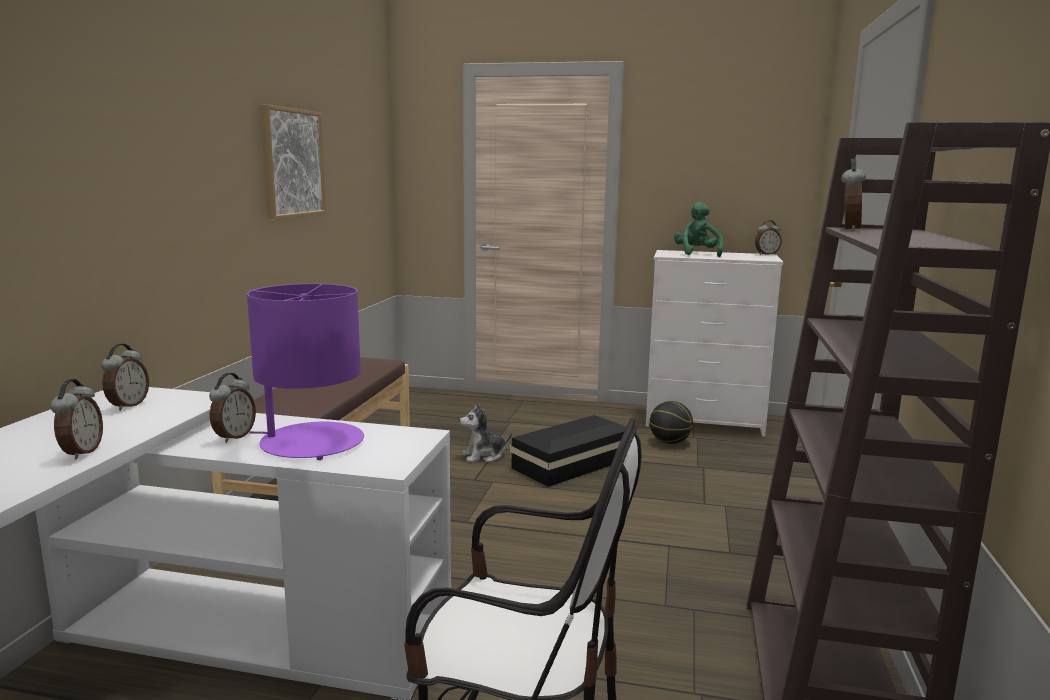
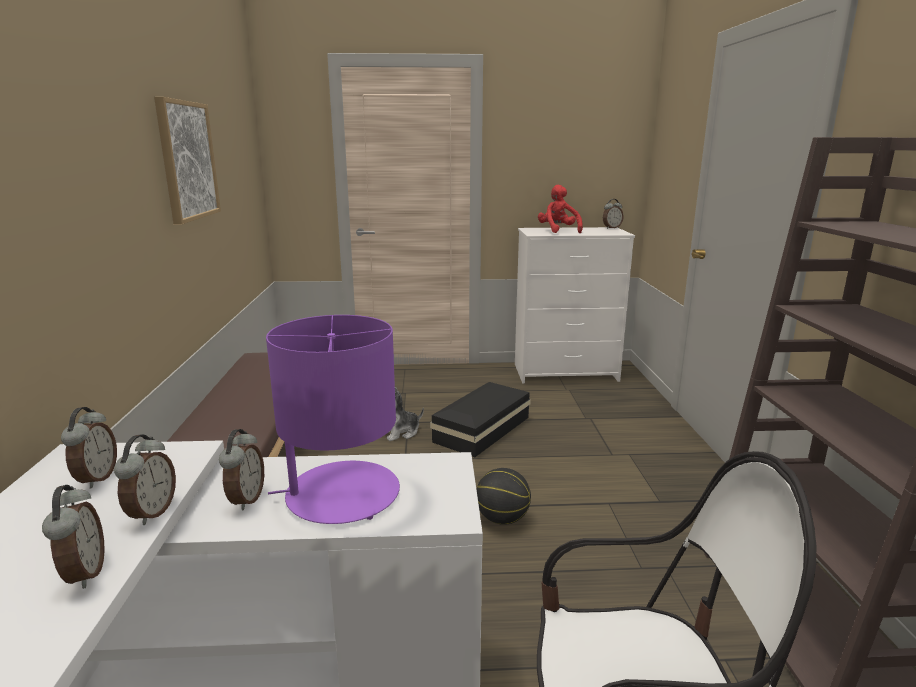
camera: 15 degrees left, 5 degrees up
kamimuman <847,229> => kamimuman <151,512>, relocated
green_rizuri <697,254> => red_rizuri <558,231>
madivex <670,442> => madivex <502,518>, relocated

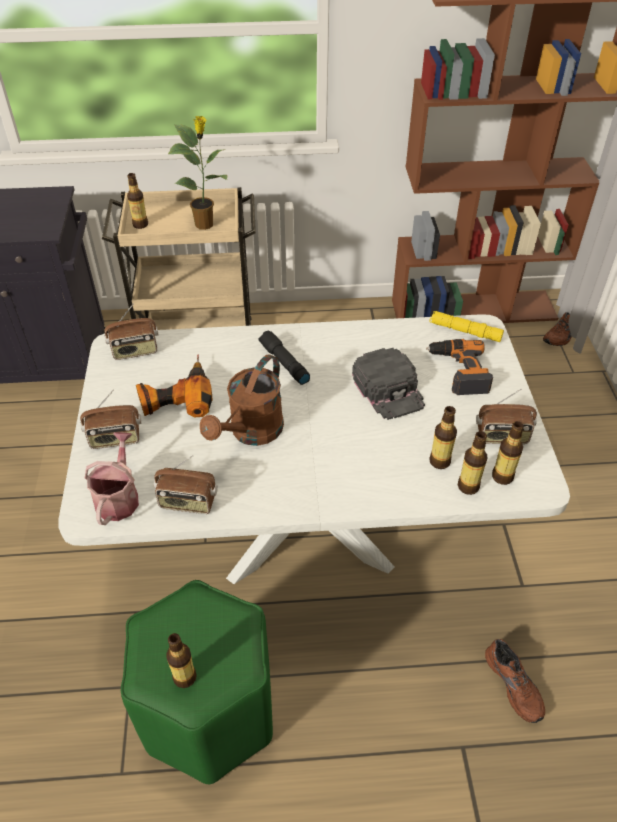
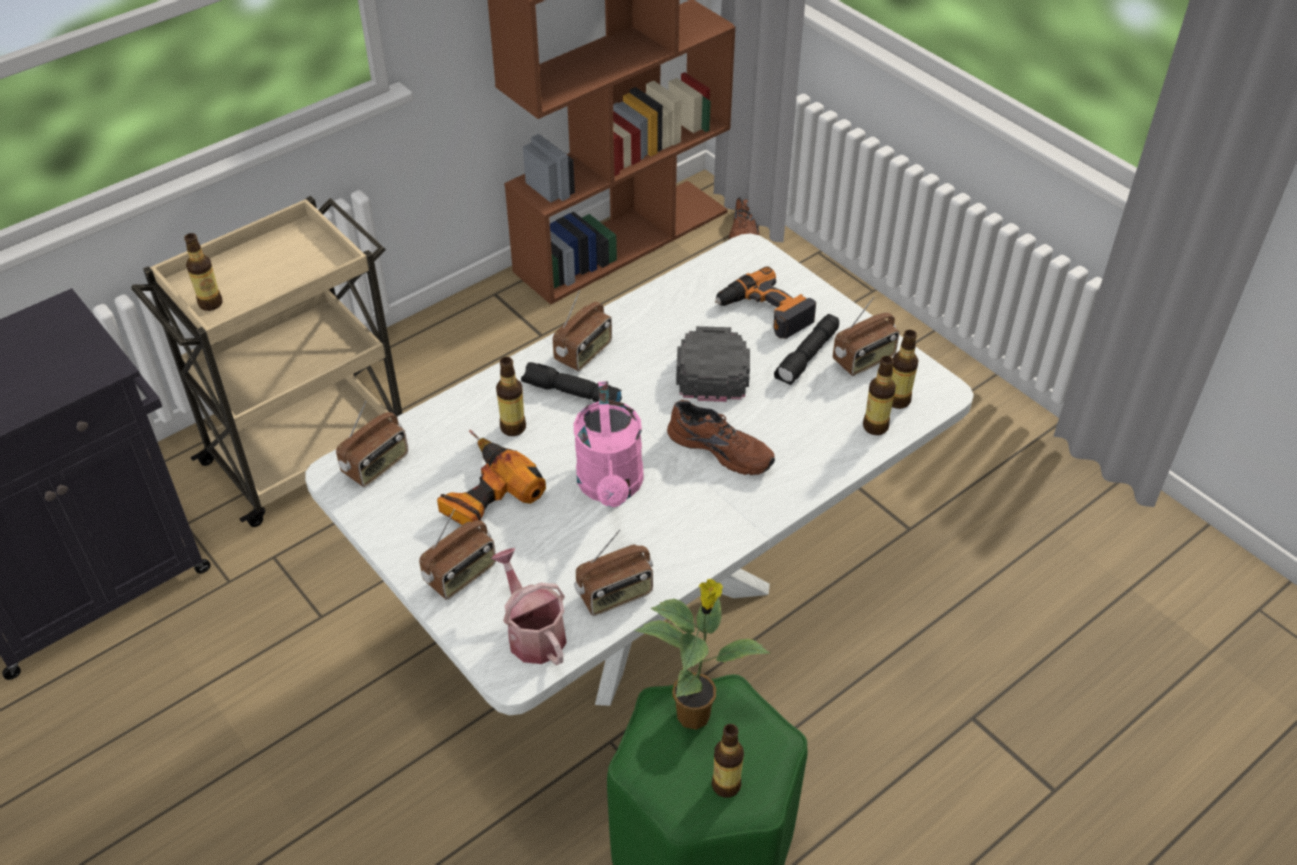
camera: 35 degrees left, 0 degrees up
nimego <205,224> => nimego <695,713>, relocated
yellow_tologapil <465,331> => nothing
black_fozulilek <389,389> => black_fozulilek <711,366>, 120 degrees counterclockwise
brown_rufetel <251,433> => pink_rufetel <611,487>
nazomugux <439,461> => nazomugux <513,427>, relocated
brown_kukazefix <515,684> => brown_kukazefix <722,448>, relocated
nothing => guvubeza <584,353>
nothing => black_tologapil <807,357>

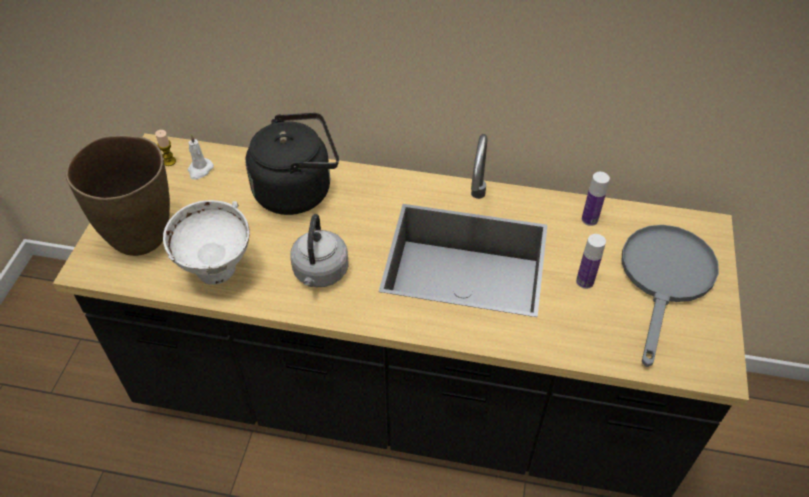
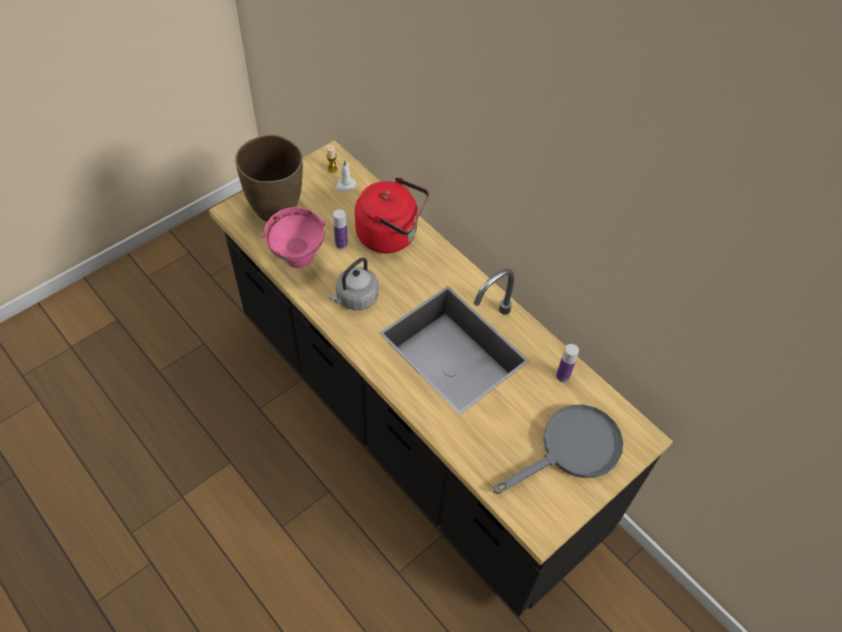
camera: 35 degrees right, 5 degrees up
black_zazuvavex <298,190> => red_zazuvavex <391,235>
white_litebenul <219,272> => pink_litebenul <299,260>
nazomugux <584,281> => nazomugux <341,244>, relocated

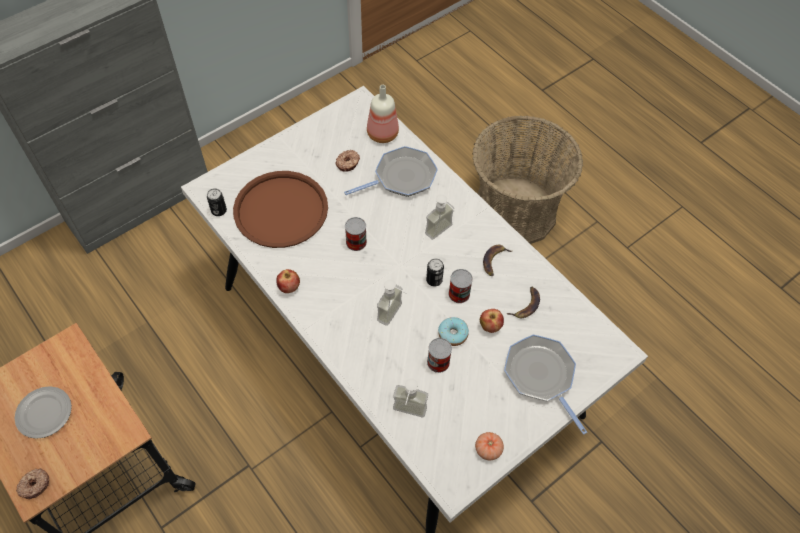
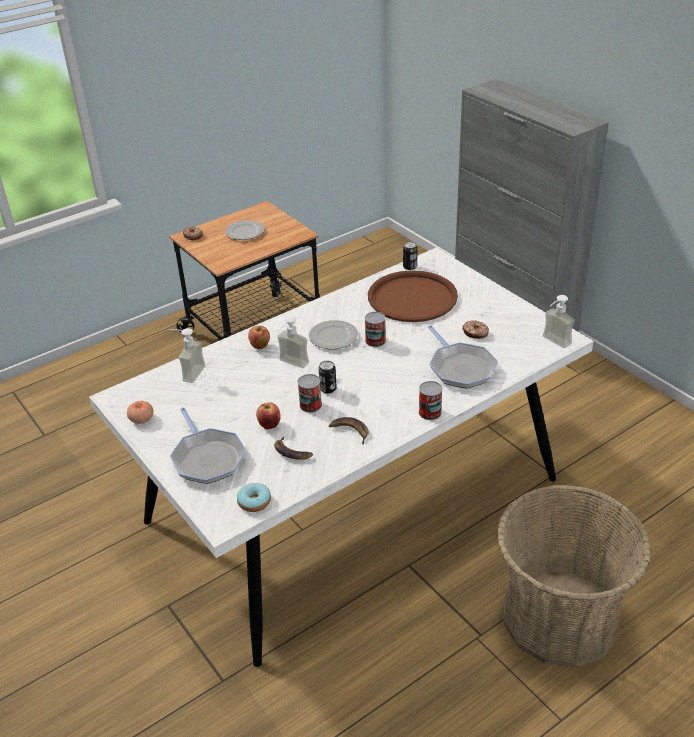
camera: 95 degrees right, 20 degrees down
nazomugux <383,135> => nothing
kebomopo <442,233> => kebomopo <552,343>, relocated
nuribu <289,287> => nuribu <260,346>, relocated
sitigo <453,334> => sitigo <254,502>, relocated
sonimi <541,376> => sonimi <207,458>, 90 degrees clockwise
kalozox <438,362> => kalozox <430,412>, relocated
nothing => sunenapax <333,337>

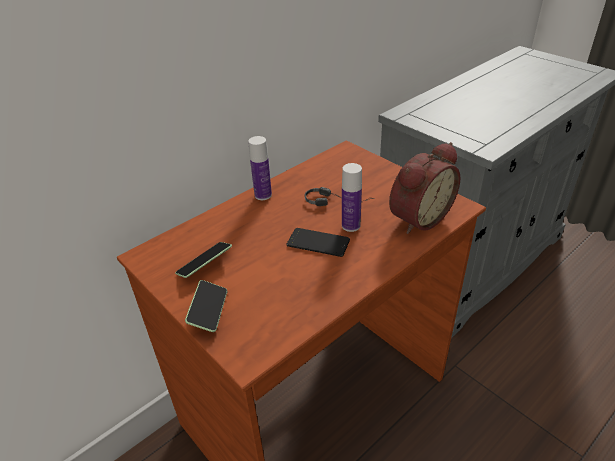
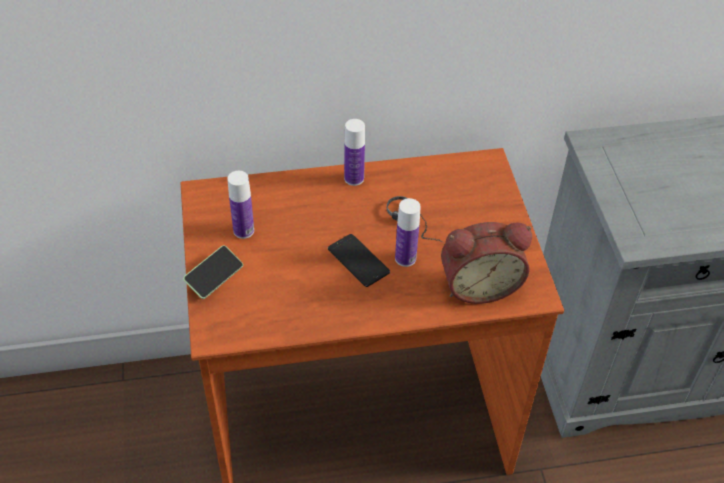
camera: 30 degrees right, 10 degrees up
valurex <205,265> => nazomugux <243,231>

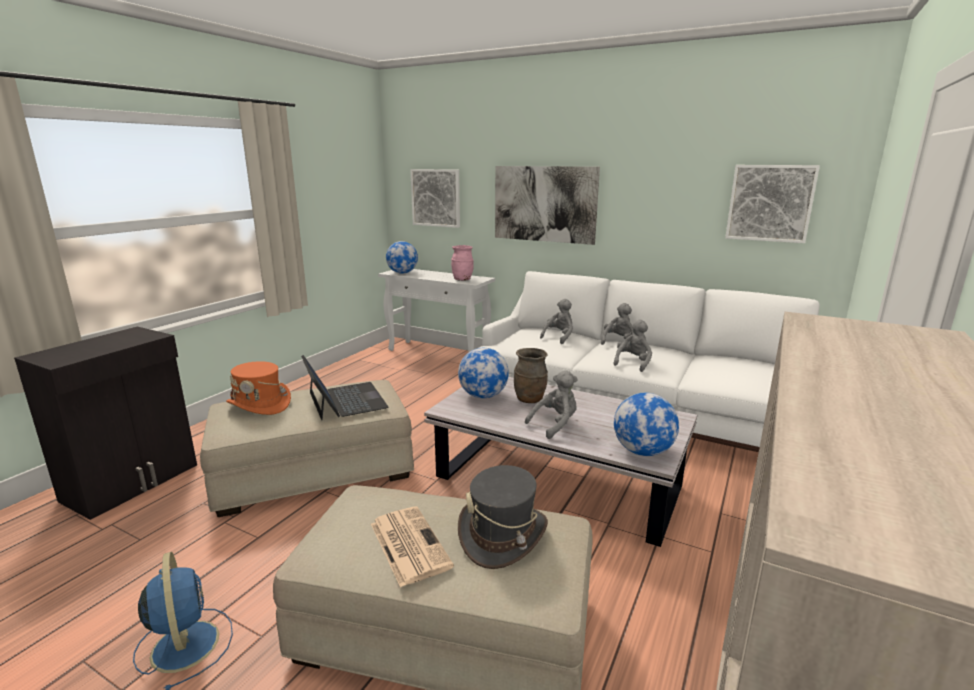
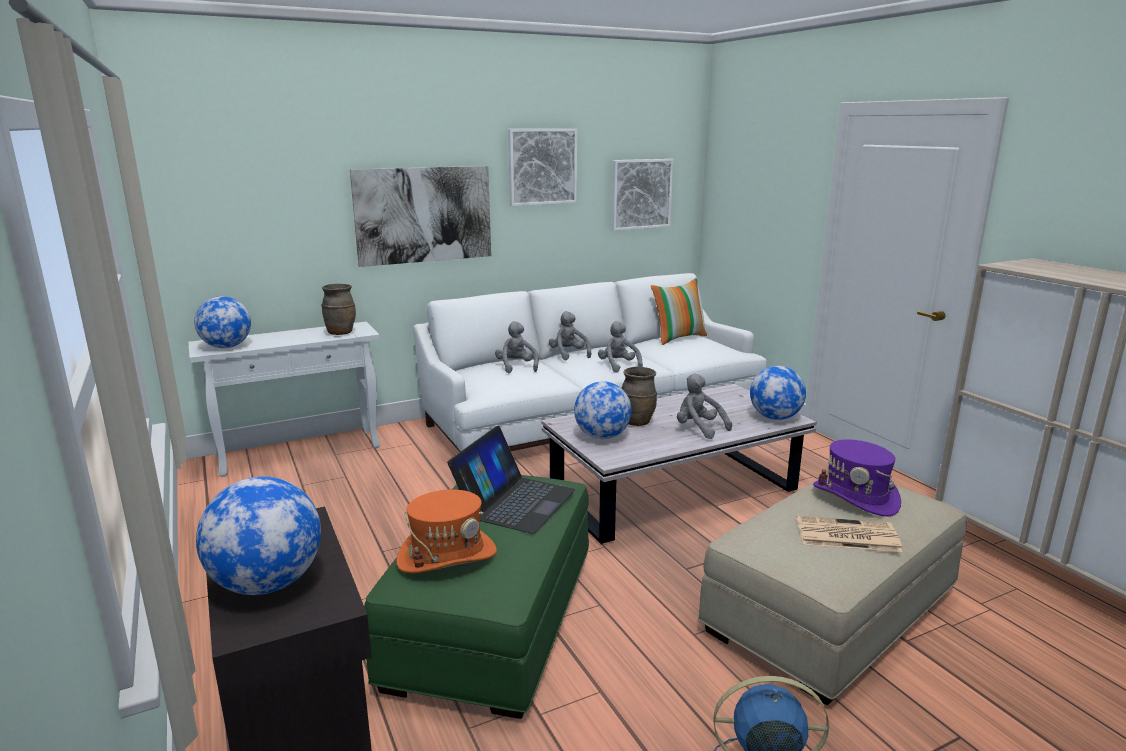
camera: 55 degrees left, 0 degrees up
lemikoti <436,198> => lemikoti <542,167>, relocated
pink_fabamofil <462,280> => brown_fabamofil <340,333>
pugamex <345,400> => pugamex <514,501>, 105 degrees clockwise
grey_rizuri <555,425> => grey_rizuri <699,429>, 45 degrees counterclockwise
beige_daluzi <314,471> => green_daluzi <493,617>
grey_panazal <503,535> => purple_panazal <855,497>
nothing => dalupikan <678,338>
nothing => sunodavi <267,584>

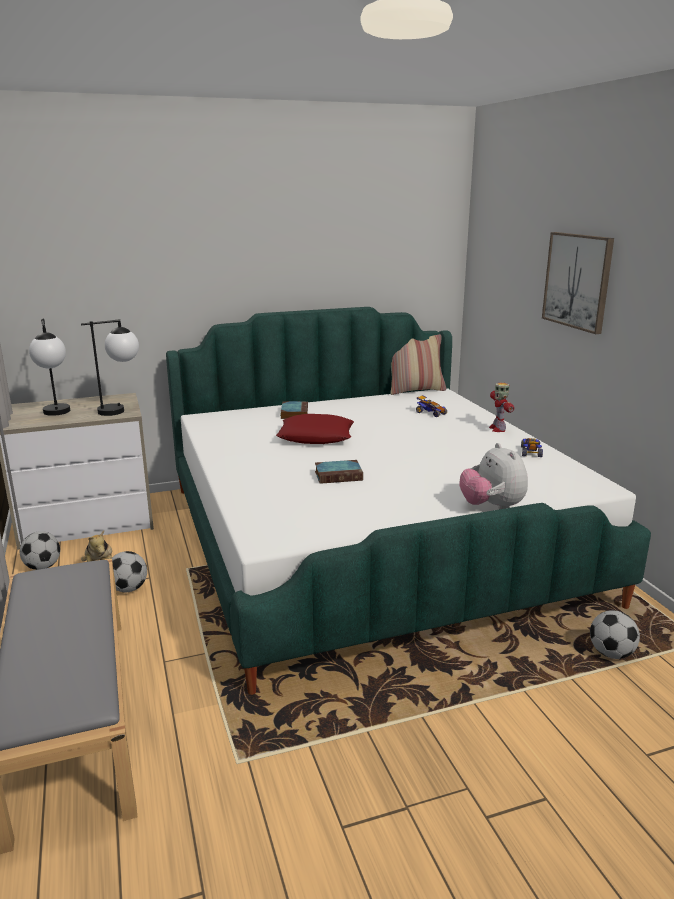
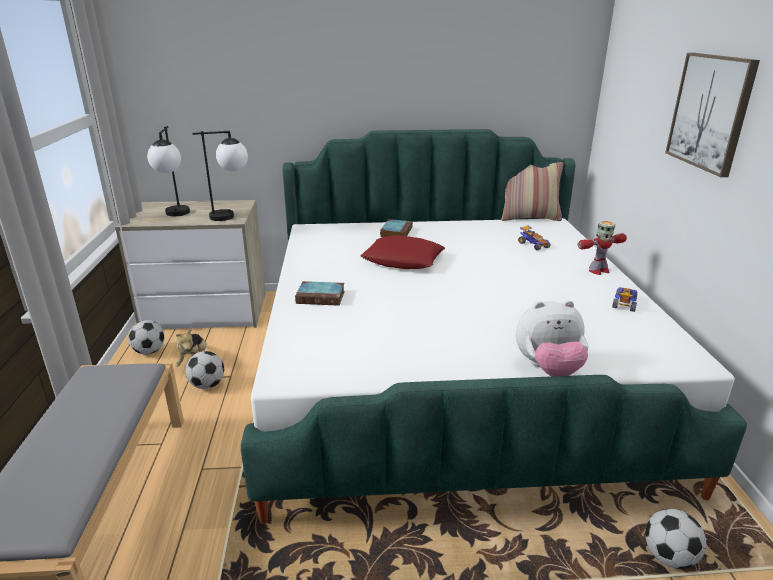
camera: 15 degrees right, 5 degrees up
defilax <497,429> => defilax <598,271>, 120 degrees counterclockwise
rizuri <492,507> => rizuri <548,369>, 90 degrees counterclockwise
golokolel <339,475> => golokolel <321,297>, relocated

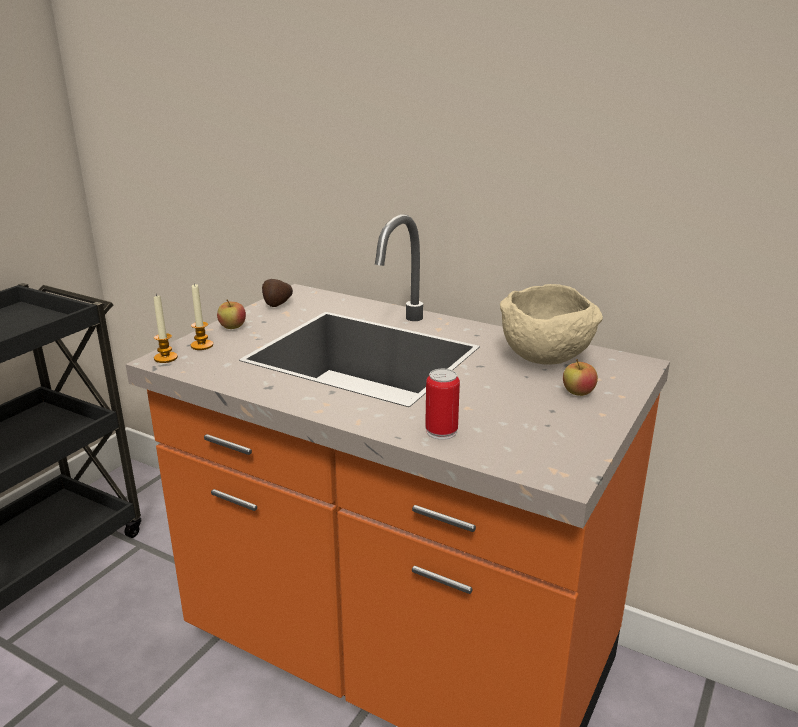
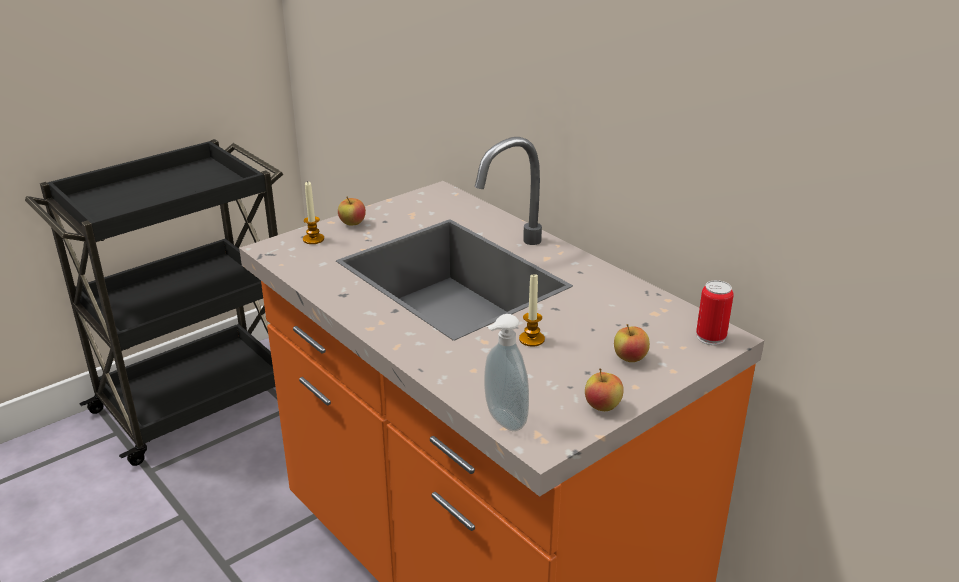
camera: 20 degrees right, 5 degrees up
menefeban <276,304> => nothing
beige_litebenul <546,358> => nothing
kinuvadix <165,358> => kinuvadix <531,339>, relocated
kalozox <441,431> => kalozox <710,337>, relocated
nothing => kebomopo <502,421>
nothing => nuribu <602,406>

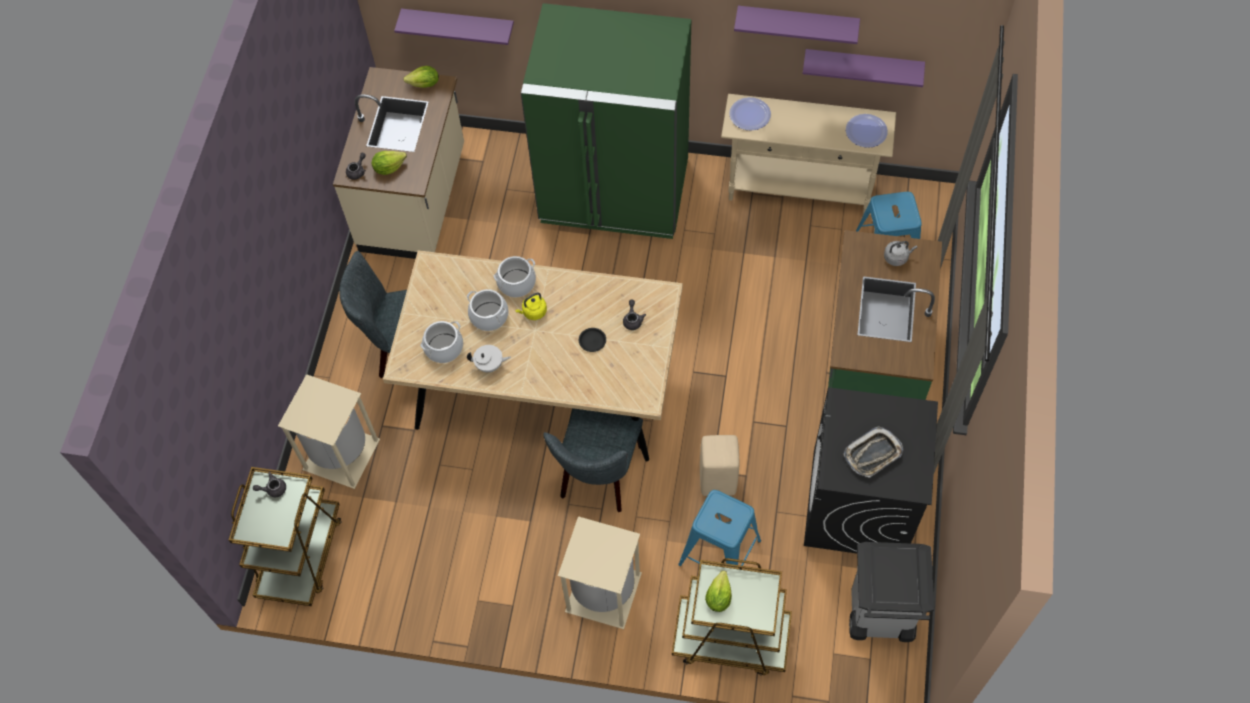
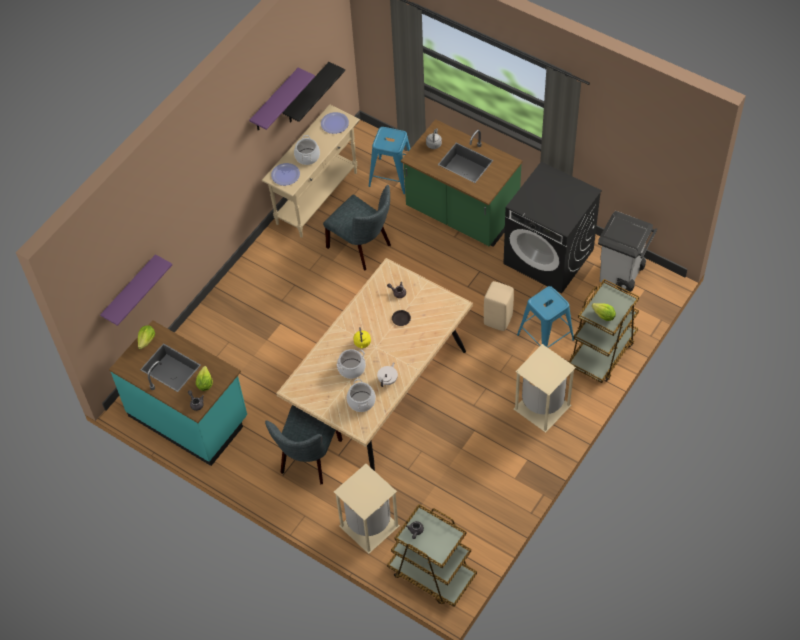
camera: 65 degrees left, 5 degrees down
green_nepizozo <614,192> => nothing
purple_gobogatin <863,66> => black_gobogatin <306,94>
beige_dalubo <415,200> => turquoise_dalubo <189,417>
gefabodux <516,283> => gefabodux <307,156>, relocated
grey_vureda <599,476> => grey_vureda <362,247>, relocated
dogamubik <873,454> => nothing

